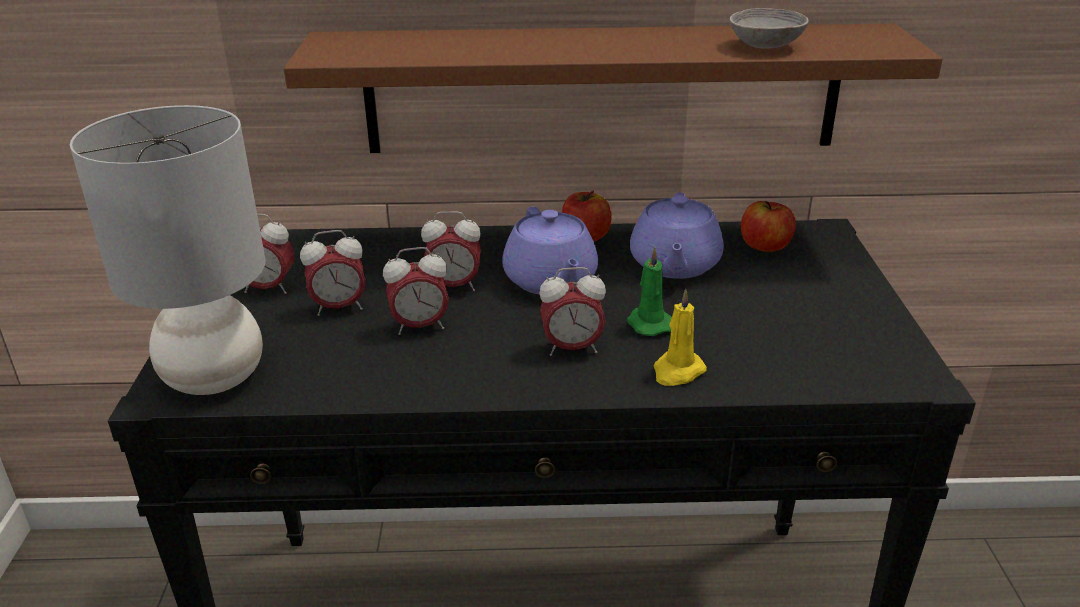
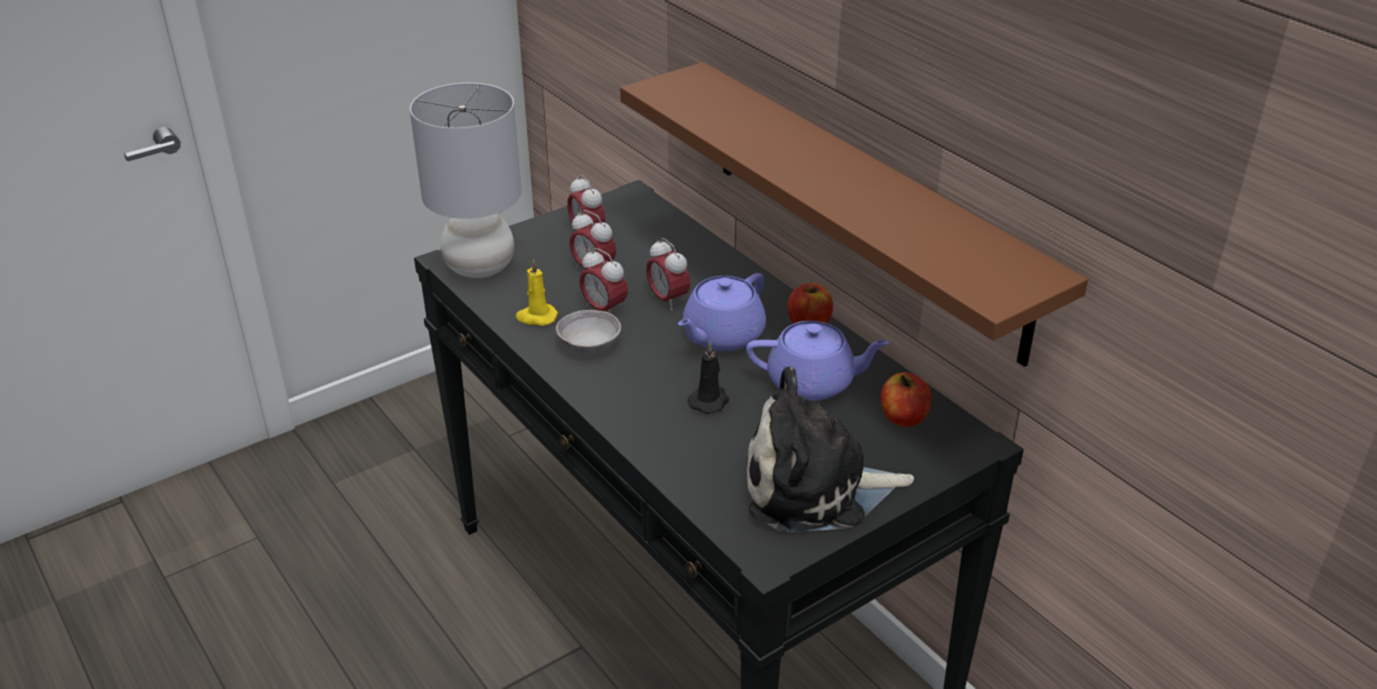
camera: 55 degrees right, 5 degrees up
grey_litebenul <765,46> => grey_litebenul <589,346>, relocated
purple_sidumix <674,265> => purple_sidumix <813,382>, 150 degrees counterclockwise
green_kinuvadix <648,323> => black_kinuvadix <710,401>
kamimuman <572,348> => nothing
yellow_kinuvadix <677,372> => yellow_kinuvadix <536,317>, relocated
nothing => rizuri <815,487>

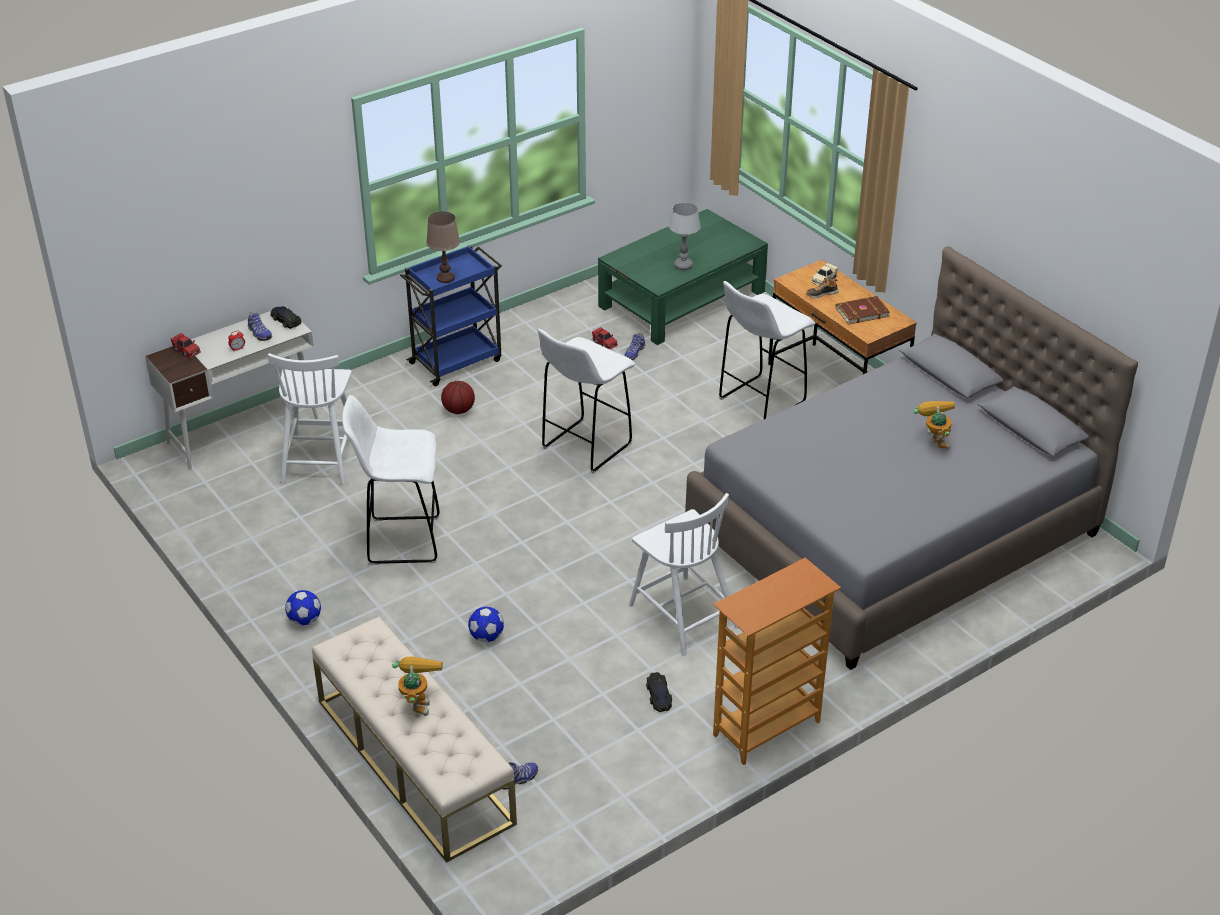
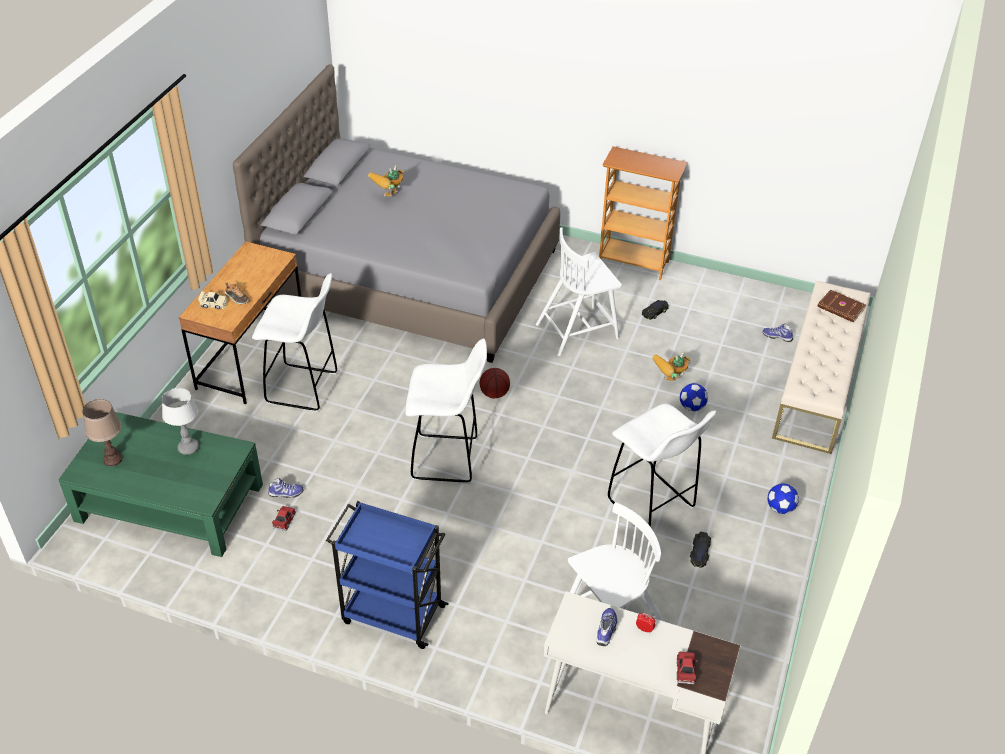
camera: 125 degrees left, 5 degrees up
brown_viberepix <446,278> => brown_viberepix <112,459>, relocated
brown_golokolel <861,312> => brown_golokolel <841,308>, relocated
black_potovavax <286,320> => black_potovavax <700,552>, relocated
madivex <458,410> => madivex <494,393>, relocated
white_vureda <682,614> => white_vureda <578,330>, 135 degrees counterclockwise
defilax <417,701> => defilax <669,383>, relocated

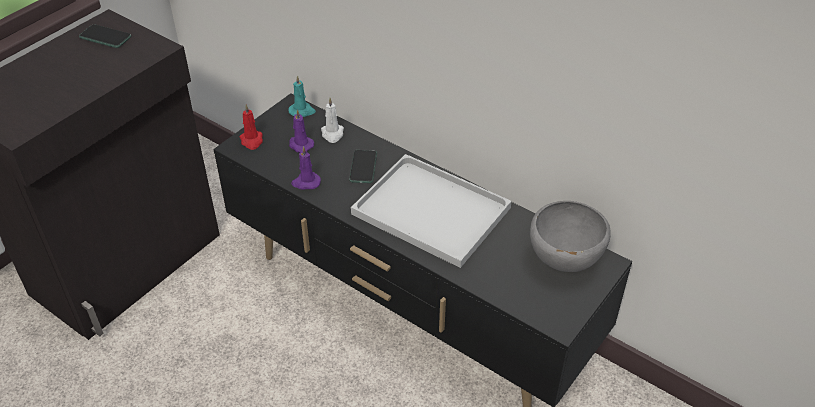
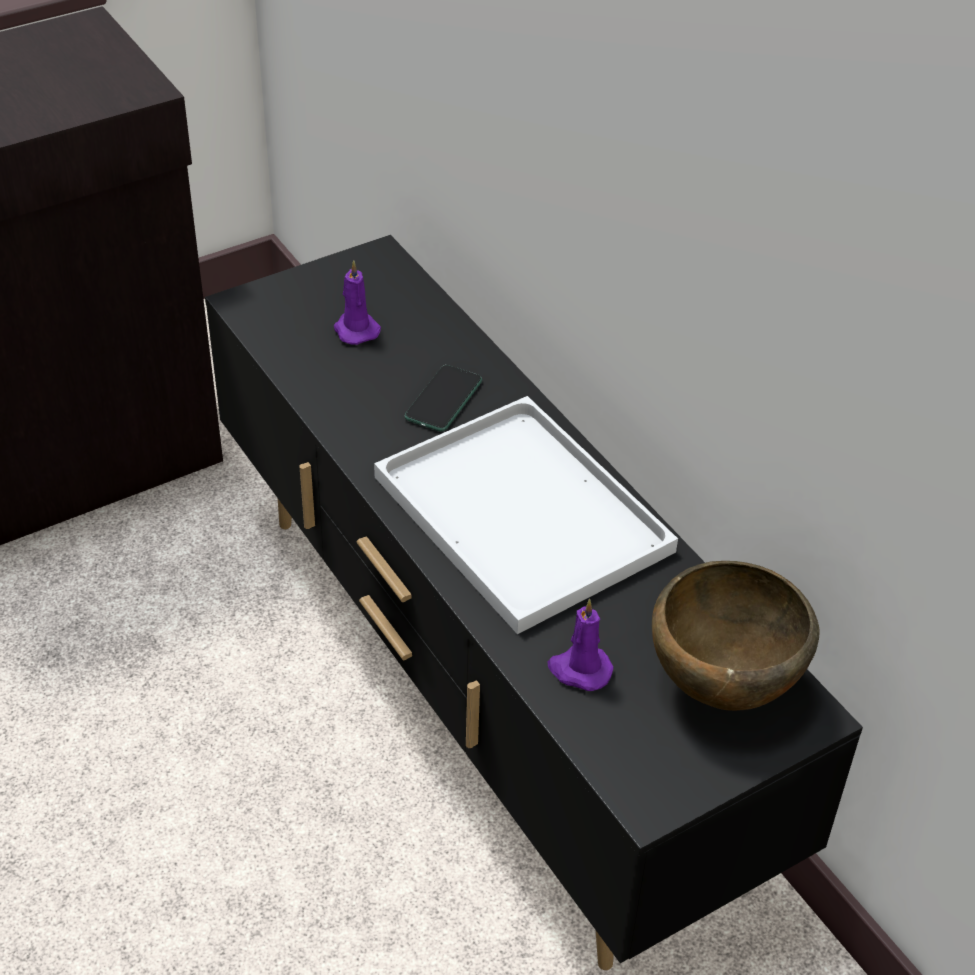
camera: 20 degrees right, 0 degrees up
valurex <105,37> => nothing
turquoise_kinuvadix <302,111> => nothing
white_kinuvadix <332,134> => nothing
red_kinuvadix <252,141> => nothing
purple_kinuvadix <306,182> => purple_kinuvadix <579,670>, relocated
grey_litebenul <563,263> => brown_litebenul <721,687>

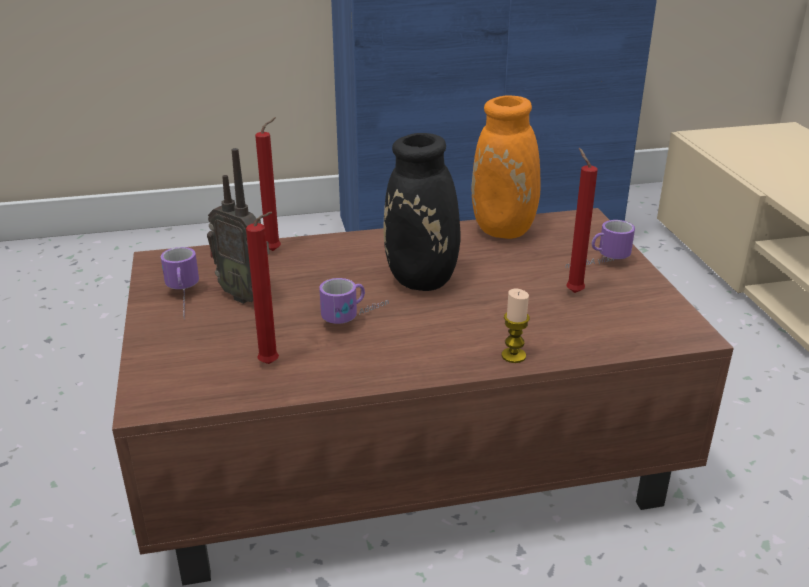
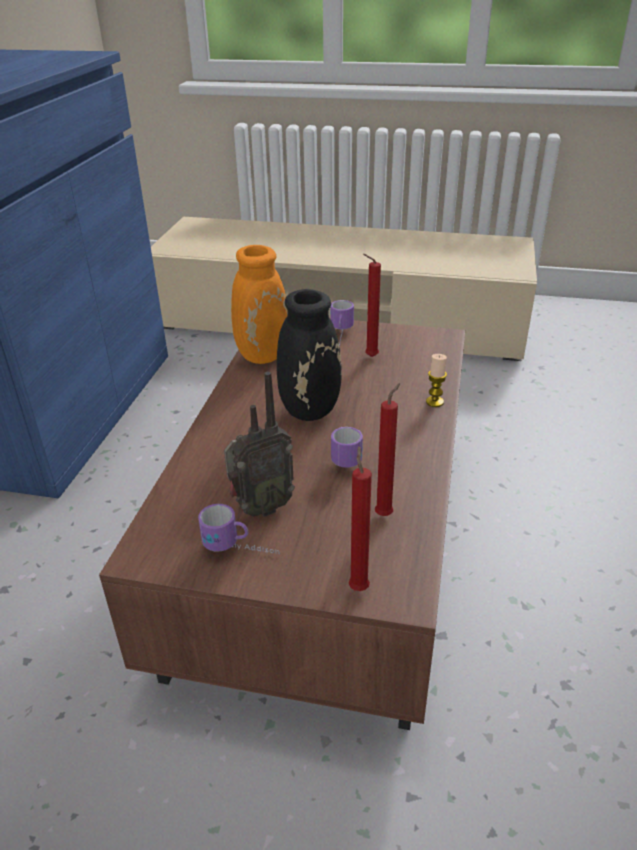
camera: 65 degrees left, 5 degrees up
red_kinuvadix <275,250> => red_kinuvadix <358,586>, relocated

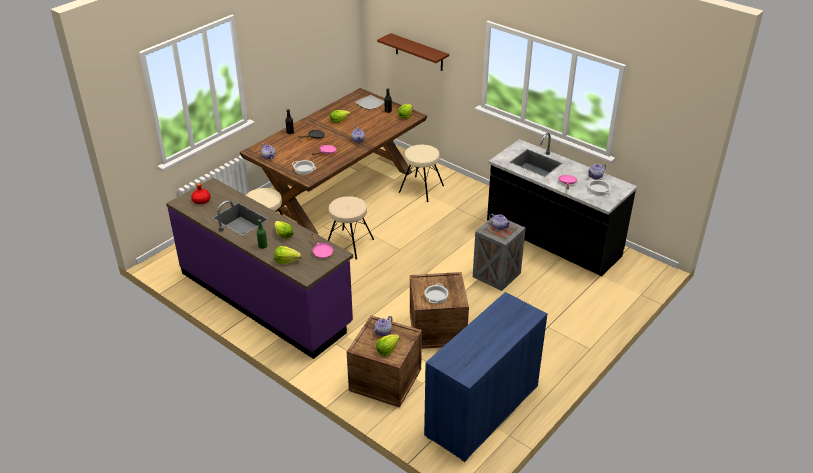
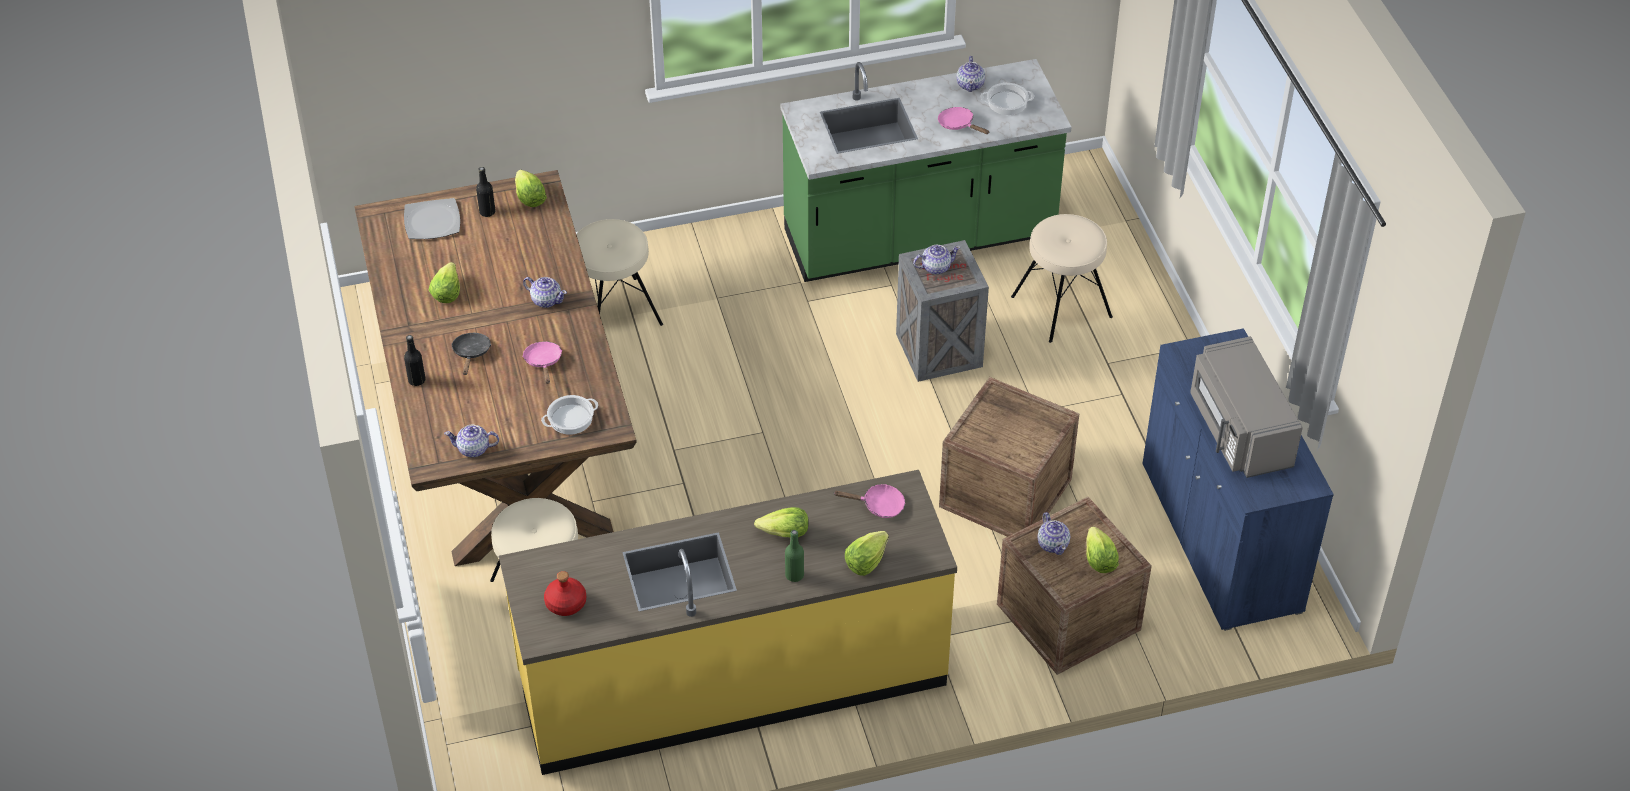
camera: 55 degrees left, 10 degrees up
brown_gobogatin <419,52> => nothing
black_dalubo <552,242> => green_dalubo <919,239>
purple_dalubo <265,299> => yellow_dalubo <732,680>
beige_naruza <349,244> => beige_naruza <1061,307>, relocated
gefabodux <436,296> => nothing
nothing => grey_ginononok <1238,430>

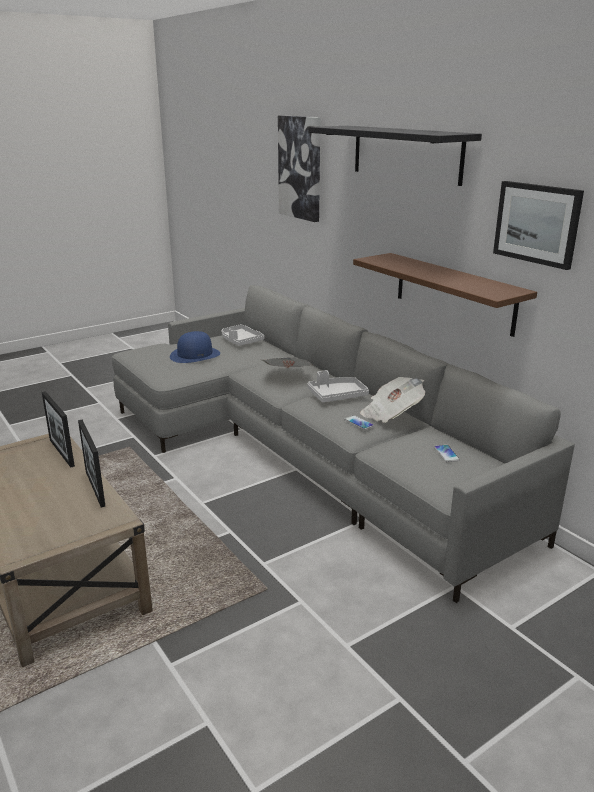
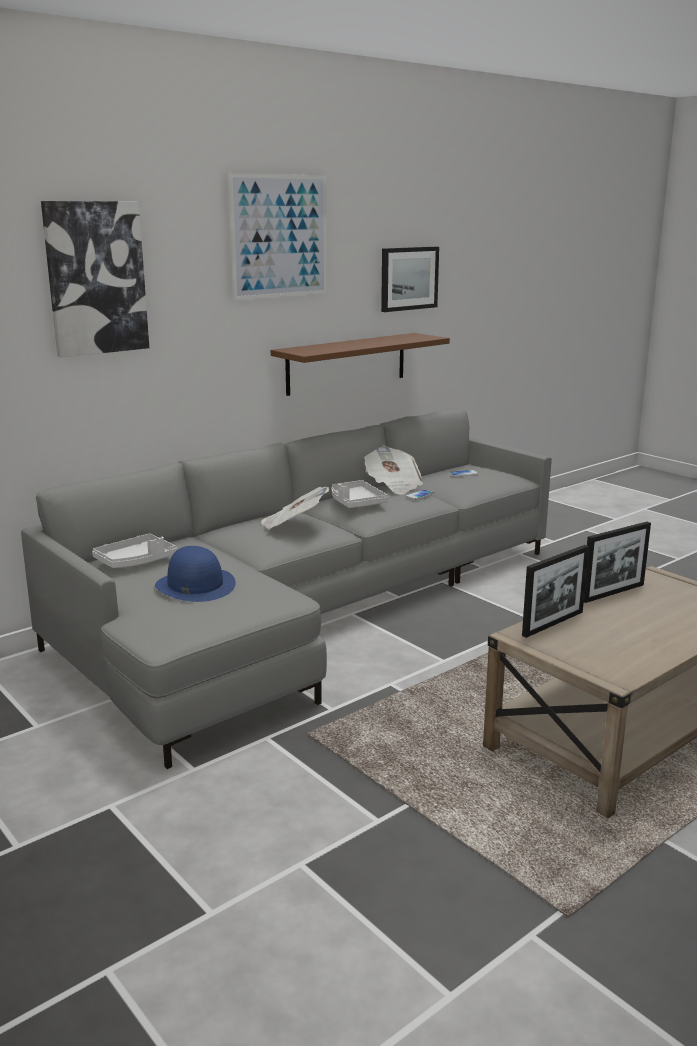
camera: 95 degrees left, 5 degrees down
black_gobogatin <406,153> => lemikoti <279,236>

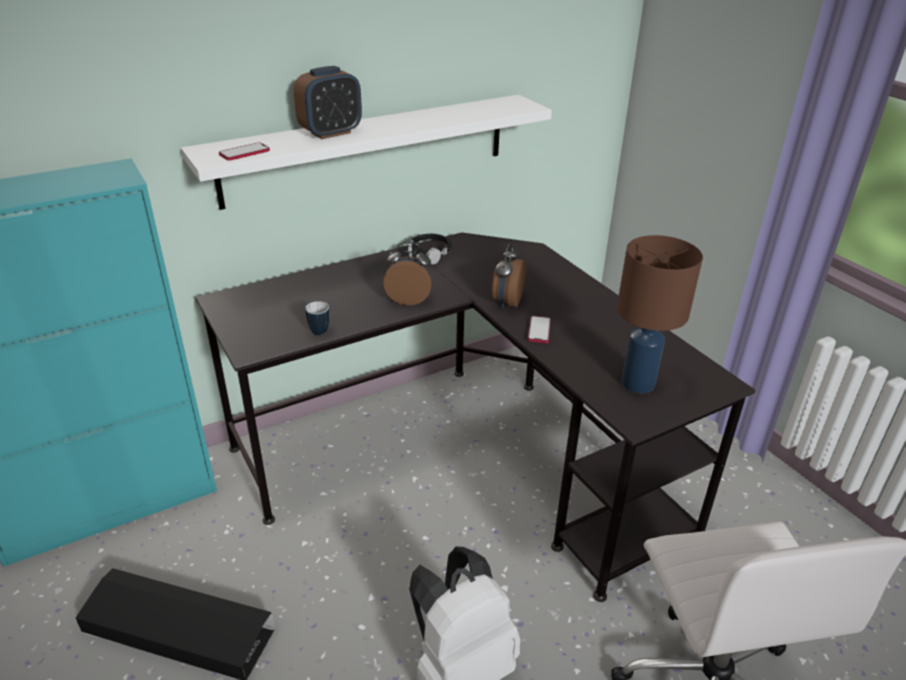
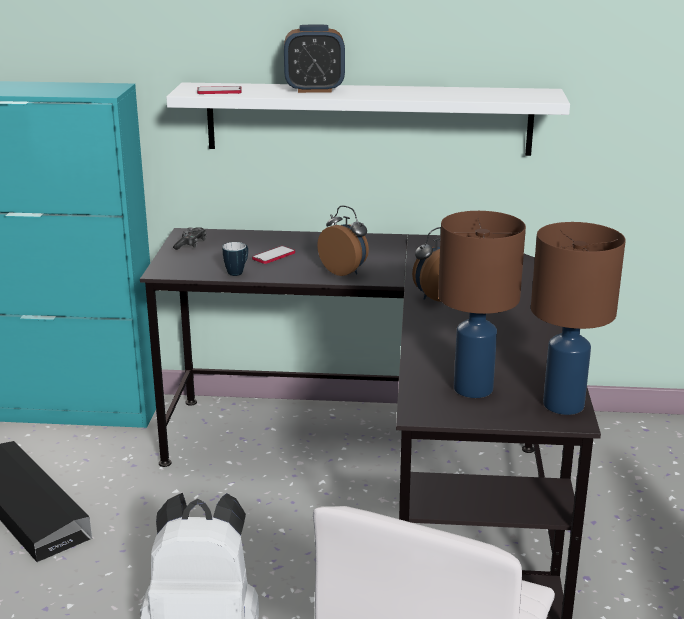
camera: 35 degrees right, 10 degrees down
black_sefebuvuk <429,254> => nothing
valurex <539,330> => valurex <273,256>, relocated
nothing => brown_viberepix <562,404>
nothing => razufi <191,244>

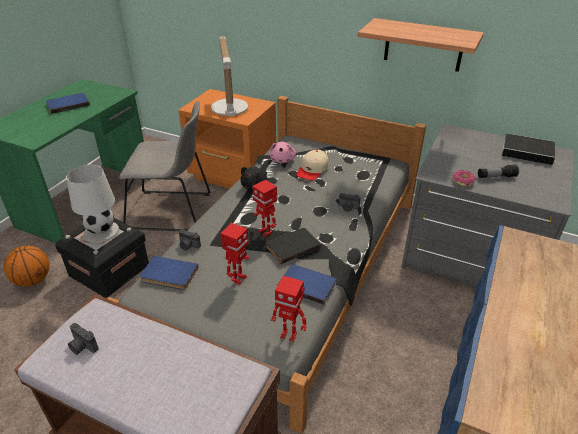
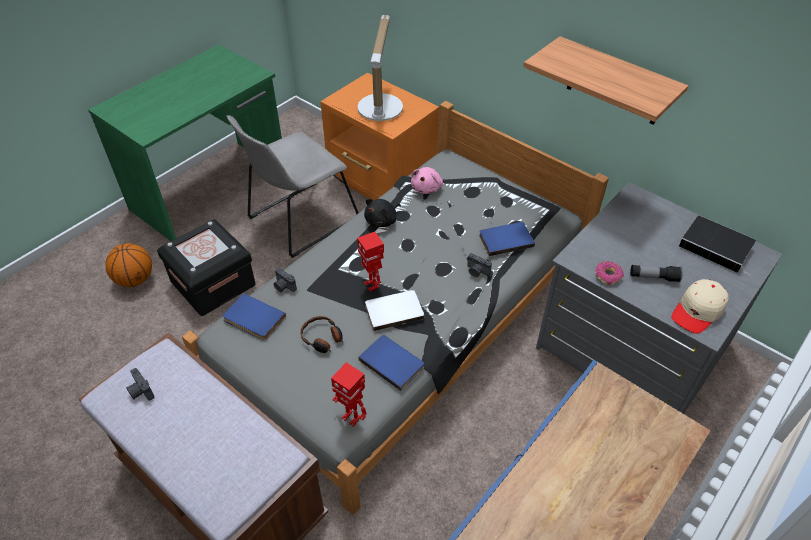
camera: 15 degrees right, 10 degrees up
blue_golokolel <68,104> => blue_golokolel <505,239>, relocated
grey_vureda <173,211> => grey_vureda <299,220>, 120 degrees clockwise
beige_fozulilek <312,170> => beige_fozulilek <698,311>, relocated
white_viberepix <101,231> => nothing
defilax <238,278> => sefebuvuk <322,338>
black_golokolel <292,246> => white_golokolel <393,310>

